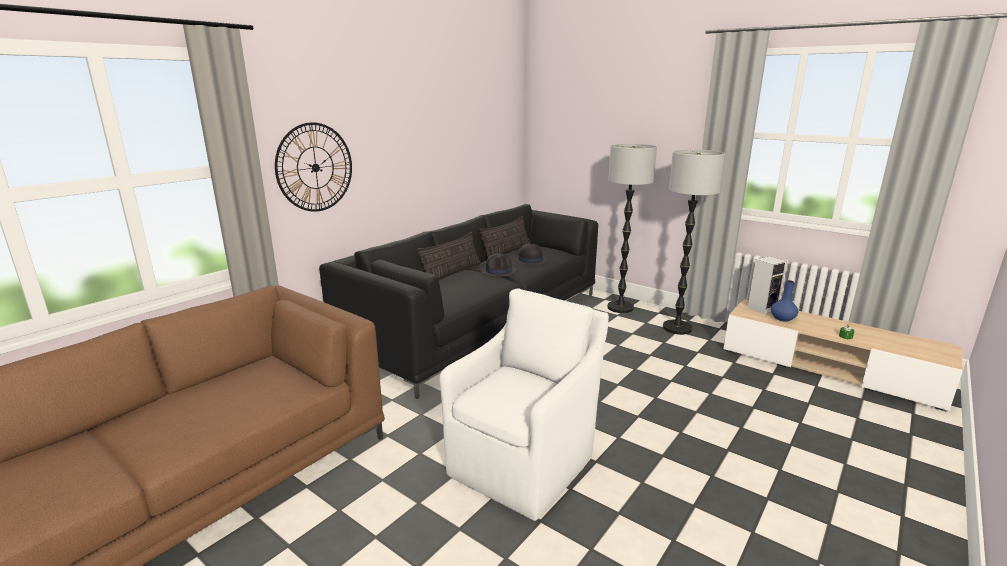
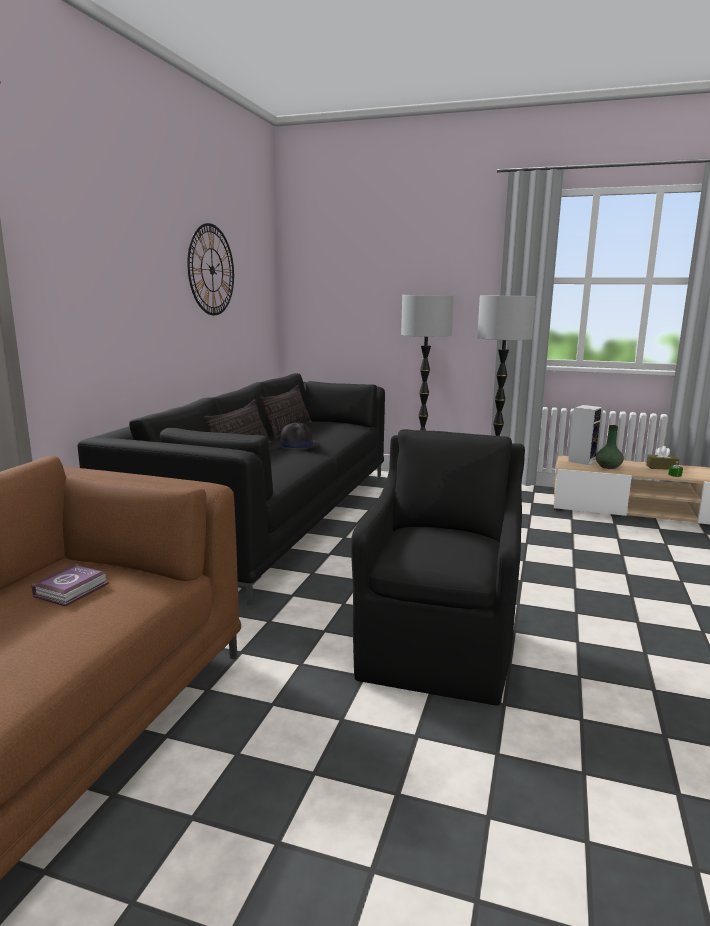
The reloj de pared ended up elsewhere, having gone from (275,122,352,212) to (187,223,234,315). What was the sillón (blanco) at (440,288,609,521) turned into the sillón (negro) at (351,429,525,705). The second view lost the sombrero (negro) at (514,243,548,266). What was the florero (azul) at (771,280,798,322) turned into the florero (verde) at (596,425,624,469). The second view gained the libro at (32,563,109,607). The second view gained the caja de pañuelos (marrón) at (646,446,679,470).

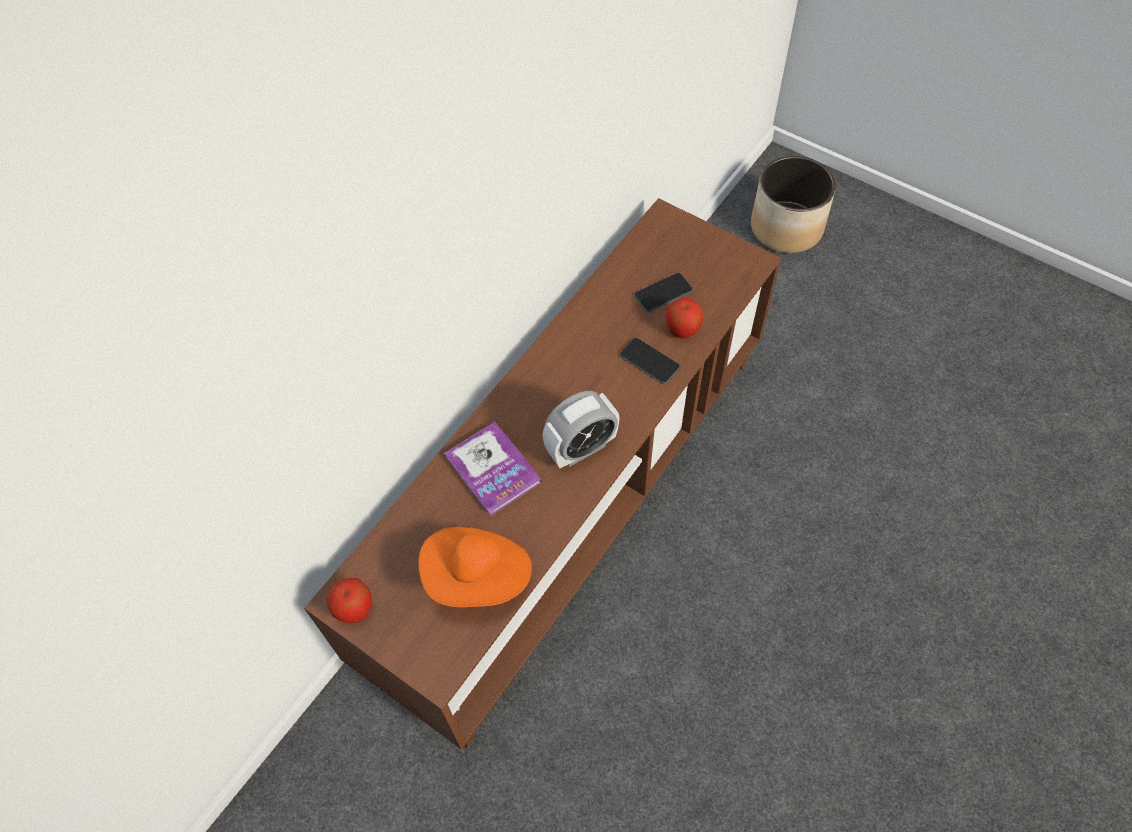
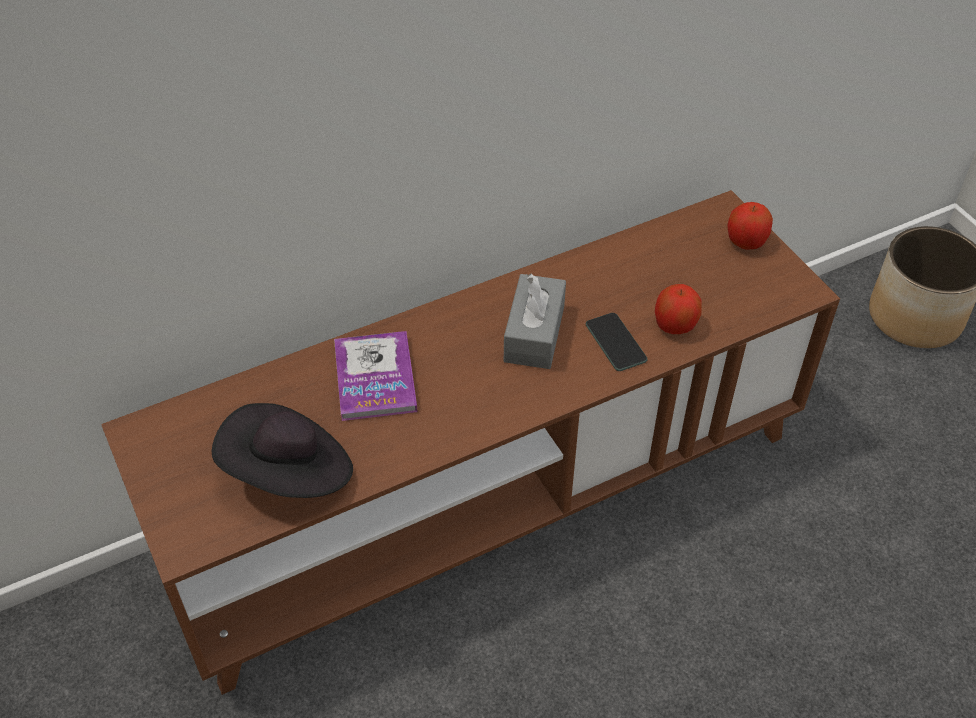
The manzana ended up elsewhere, having gone from (327,578,372,624) to (727,202,773,250). What was the sombrero (naranja) at (418,527,532,607) turned into the sombrero (negro) at (212,403,353,498). The second view lost the despertador at (543,391,620,468). The second view lost the móvil at (634,273,693,312). The second view gained the caja de pañuelos (gris) at (504,274,566,369).

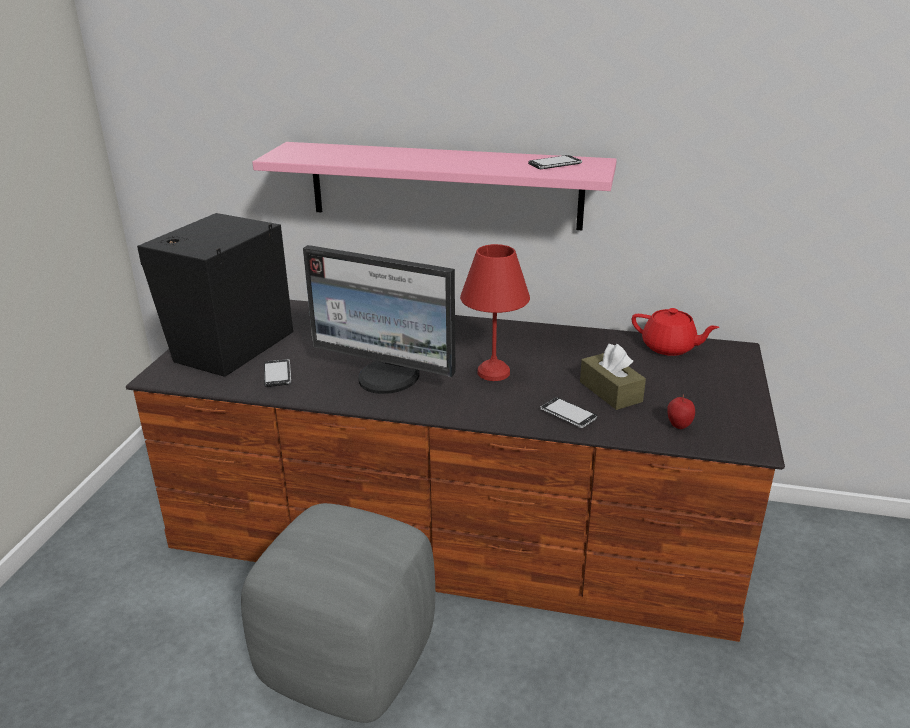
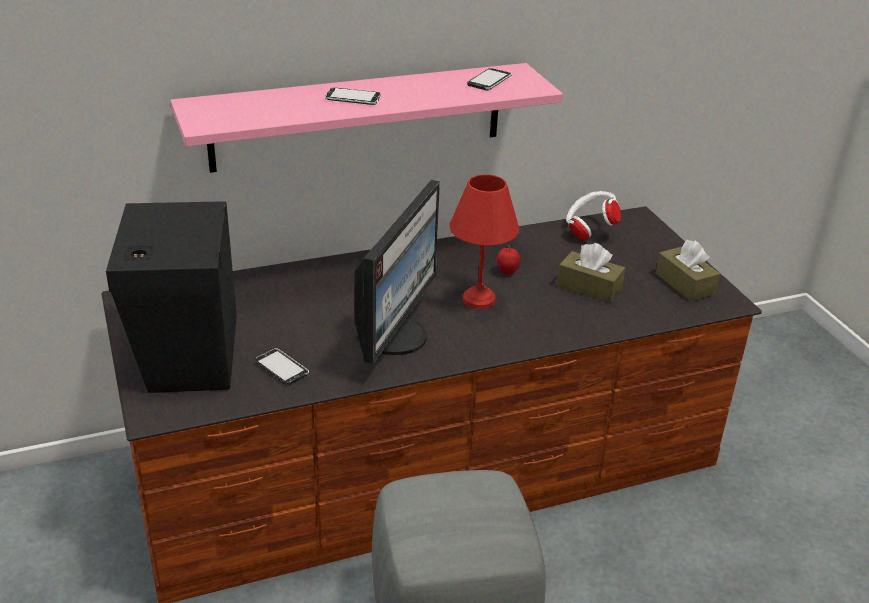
The monitor at (303,245,456,394) ended up facing another way, 60 degrees counterclockwise from before. The móvil ended up elsewhere, having gone from (540,397,597,428) to (325,88,381,105). Where the tetera (rojo) stood at (632,308,720,356), the auriculares (blanco) came to stand at (566,191,621,240). The manzana ended up elsewhere, having gone from (667,395,695,429) to (497,245,520,275). The second view gained the caja de pañuelos (marrón) at (656,240,720,302).

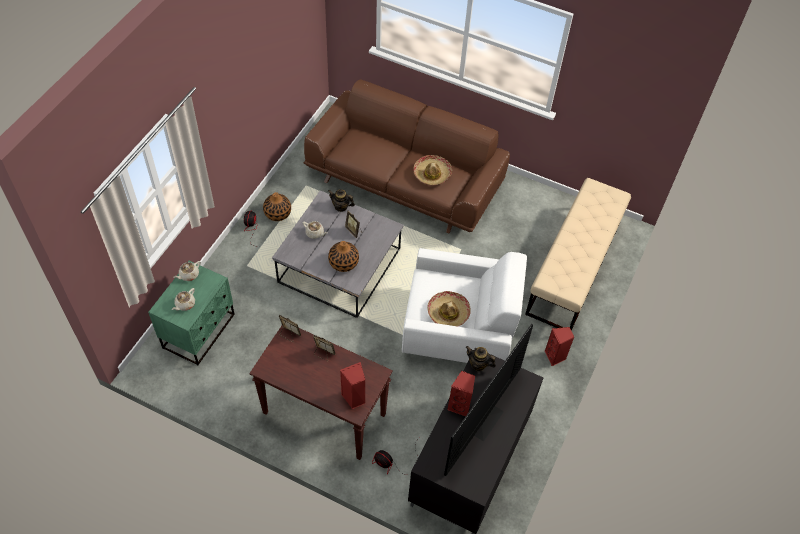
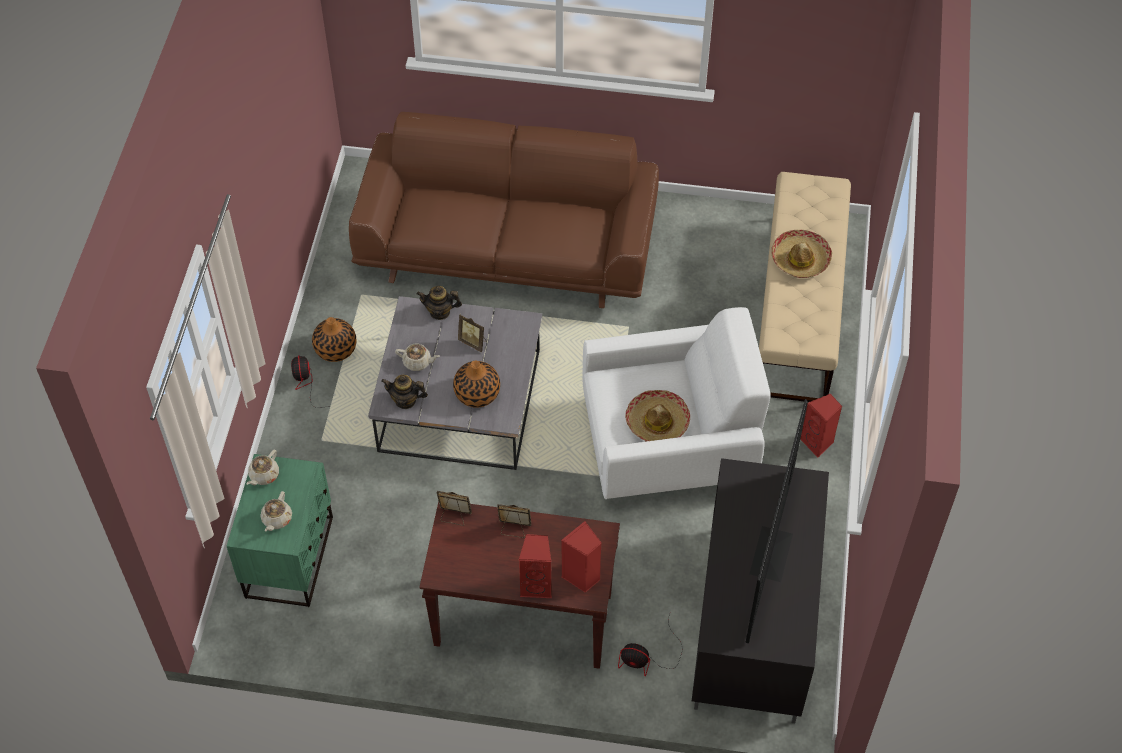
The sombrero ended up elsewhere, having gone from (413,155,452,185) to (771,230,832,278). The altavoz (rojo) ended up elsewhere, having gone from (447,371,475,417) to (518,534,552,598). The tetera ended up elsewhere, having gone from (465,346,496,371) to (381,375,428,409).

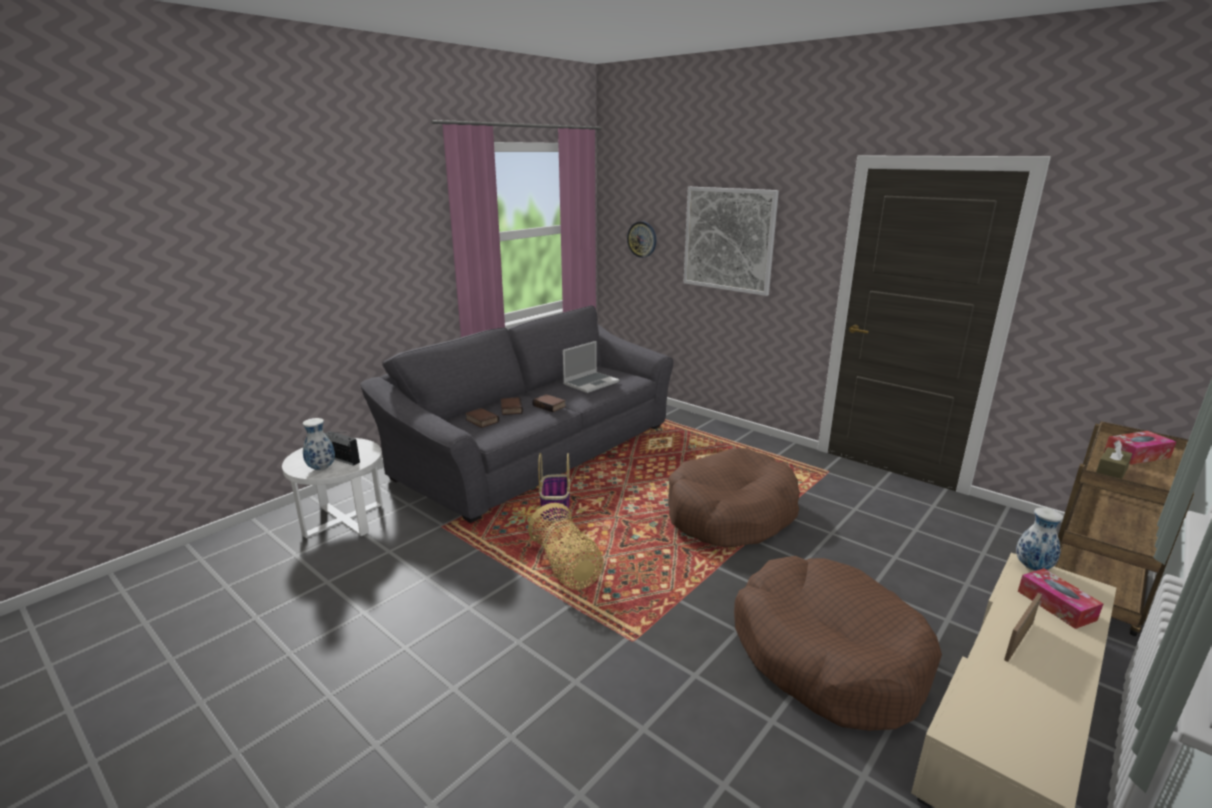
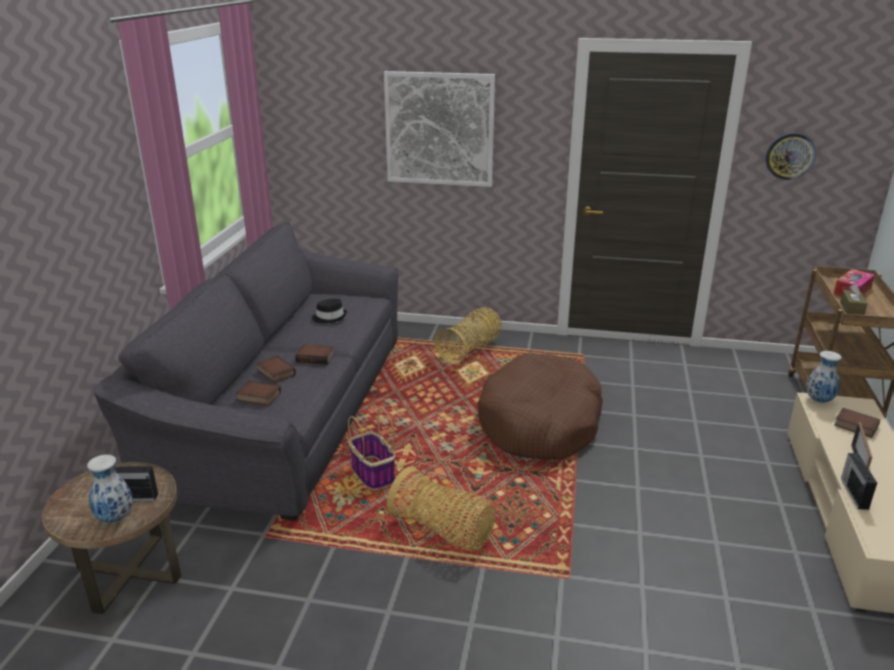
What was the mesa auxiliar (blanco) at (282,438,383,538) turned into the mesa auxiliar (marrón) at (42,462,181,614). Where the portátil stood at (563,341,619,393), the sombrero (negro) came to stand at (311,299,347,323). The reloj de pared ended up elsewhere, having gone from (627,221,656,258) to (766,133,816,180). The second view lost the cama para perro (marrón) at (734,556,942,731). Where the caja de pañuelos stood at (1018,568,1103,629), the libro came to stand at (834,408,880,438). The second view gained the cesta at (435,307,502,364). The second view gained the radio at (841,453,877,510).

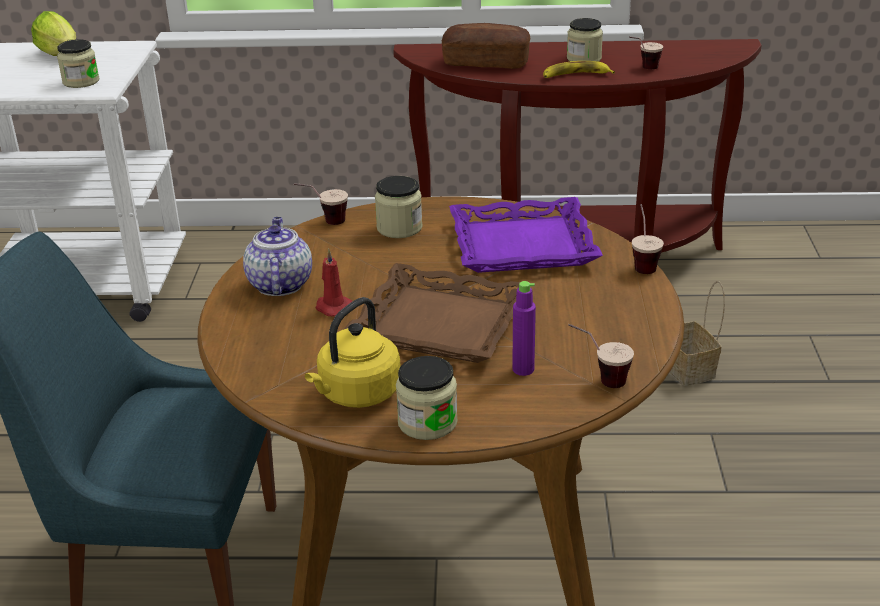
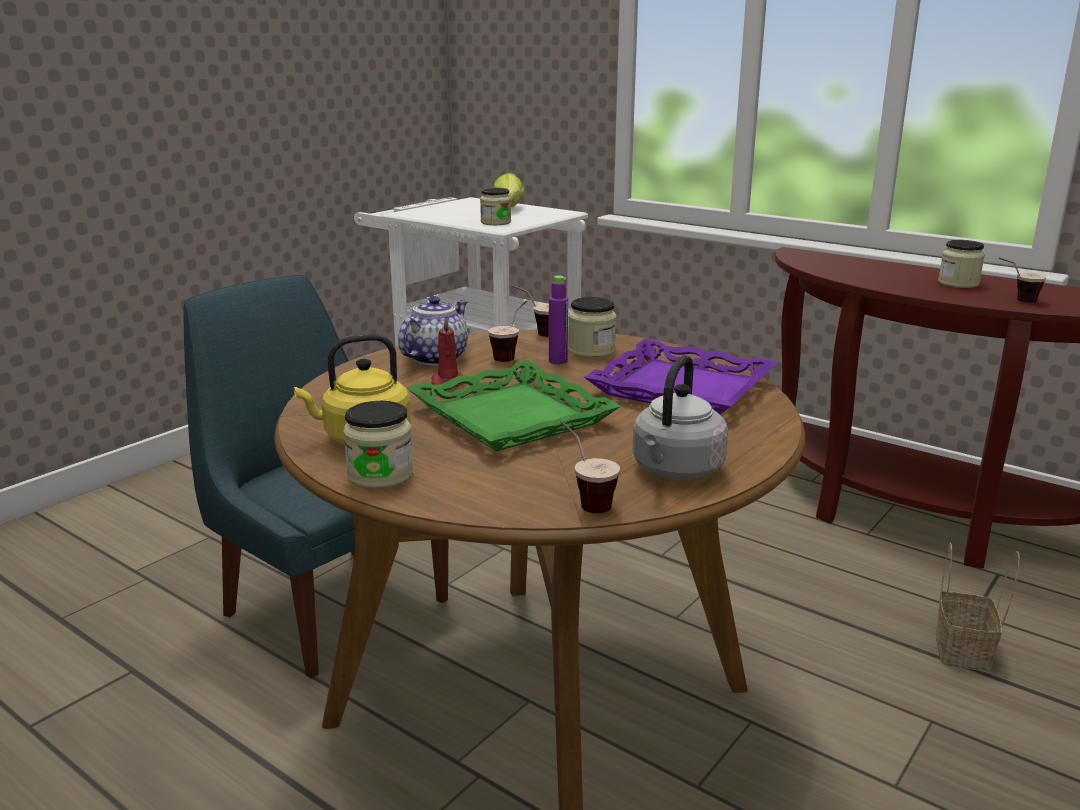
What was the bandeja (marrón) at (343,263,531,363) turned into the bandeja (verde) at (407,360,621,452). The second view lost the pan at (442,23,530,69). The botella (morado) ended up elsewhere, having gone from (512,281,536,376) to (549,275,568,364). The second view lost the plátano at (543,61,615,78). The taza ended up elsewhere, having gone from (632,204,664,274) to (488,300,527,362). The second view gained the hervidor (gris) at (633,355,728,480).

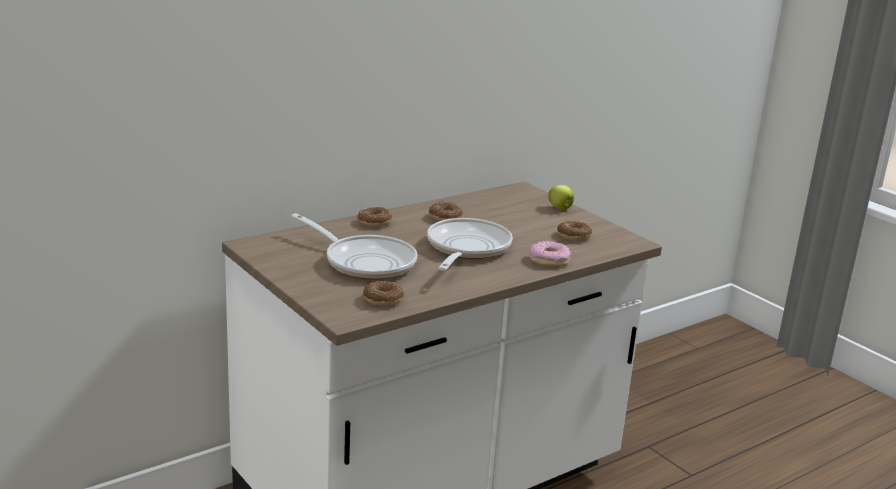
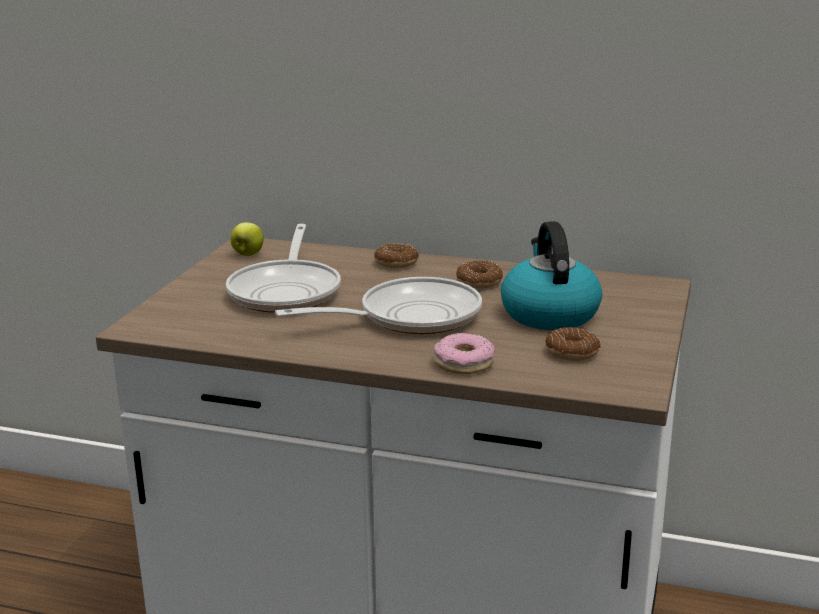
The second view lost the rosquilla at (363,281,404,306). The manzana ended up elsewhere, having gone from (548,185,574,210) to (230,222,264,256). The second view gained the hervidor at (501,221,602,330).

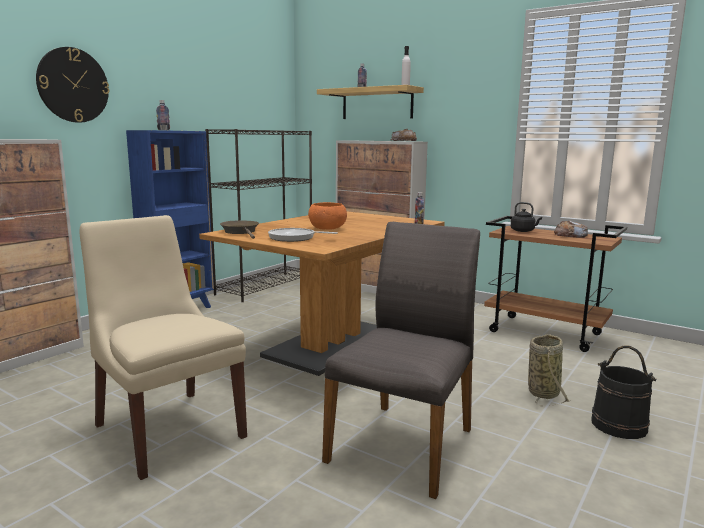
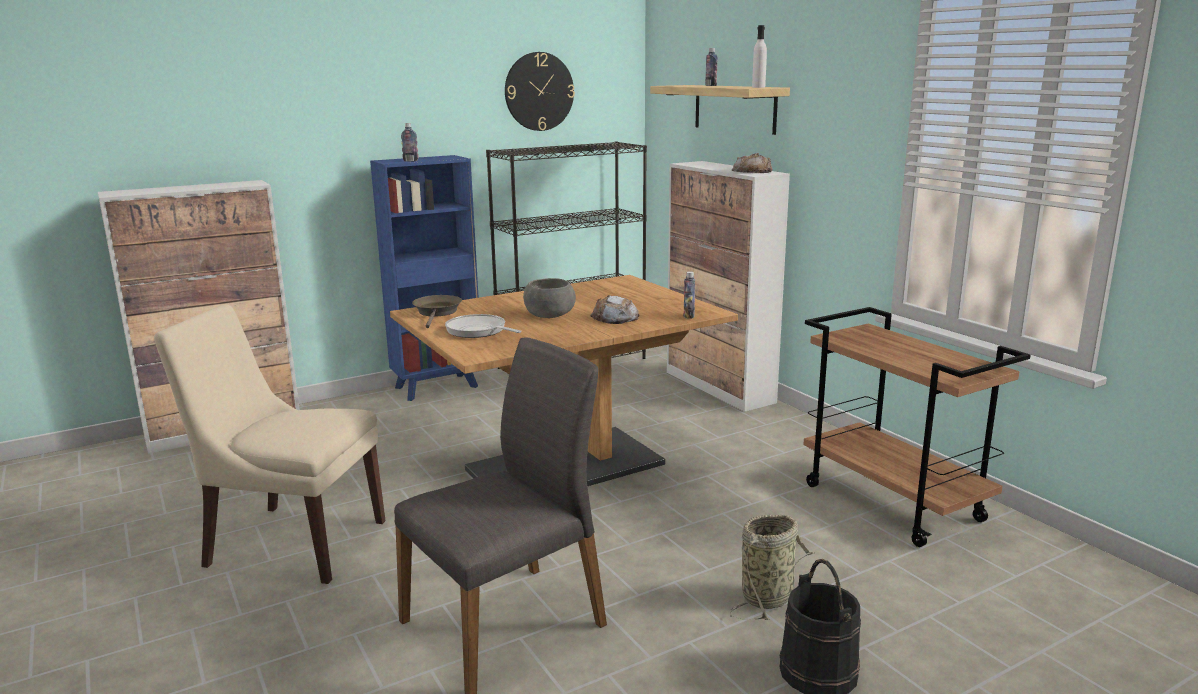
The reloj de pared ended up elsewhere, having gone from (36,47,110,123) to (505,52,575,131). The silla (beis) at (80,215,247,480) ended up facing another way, 60 degrees counterclockwise from before. What was the cuenco (naranja) at (308,202,347,230) turned into the cuenco (gris) at (523,278,576,318). The second view lost the hervidor (negro) at (511,202,542,232). The pan ended up elsewhere, having gone from (554,221,588,238) to (590,295,639,324).

